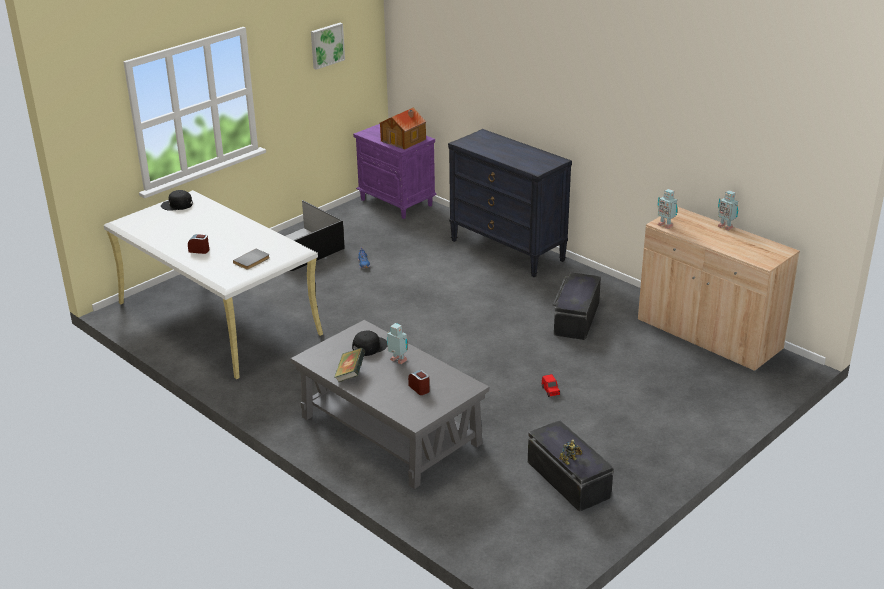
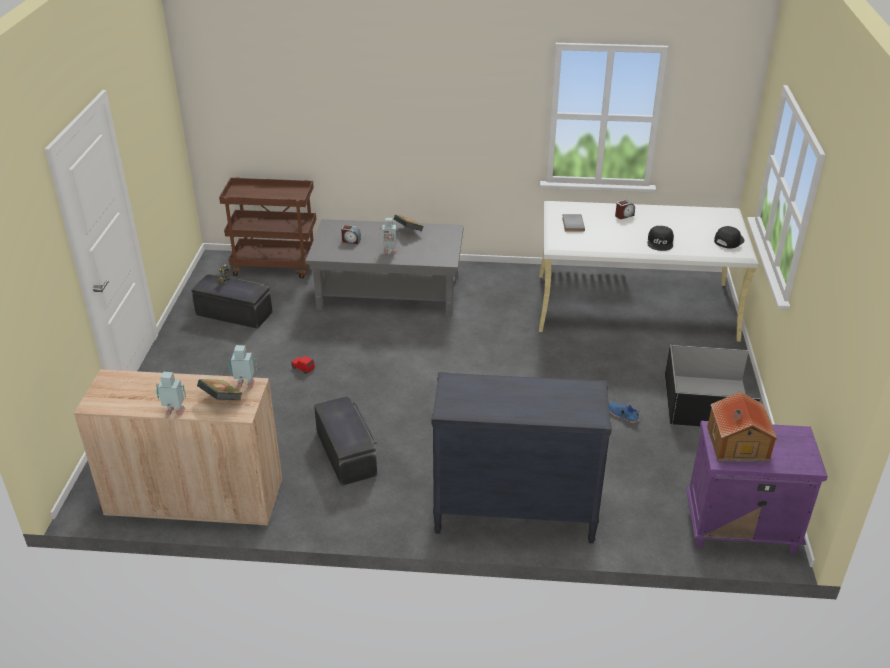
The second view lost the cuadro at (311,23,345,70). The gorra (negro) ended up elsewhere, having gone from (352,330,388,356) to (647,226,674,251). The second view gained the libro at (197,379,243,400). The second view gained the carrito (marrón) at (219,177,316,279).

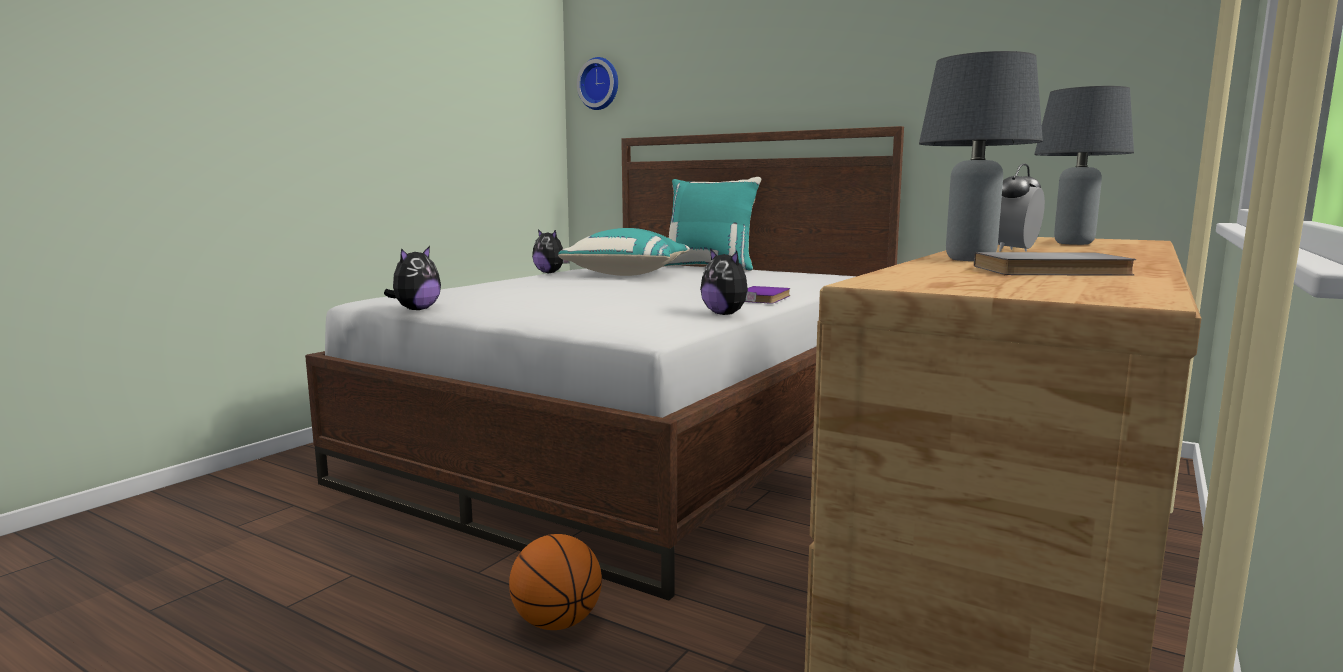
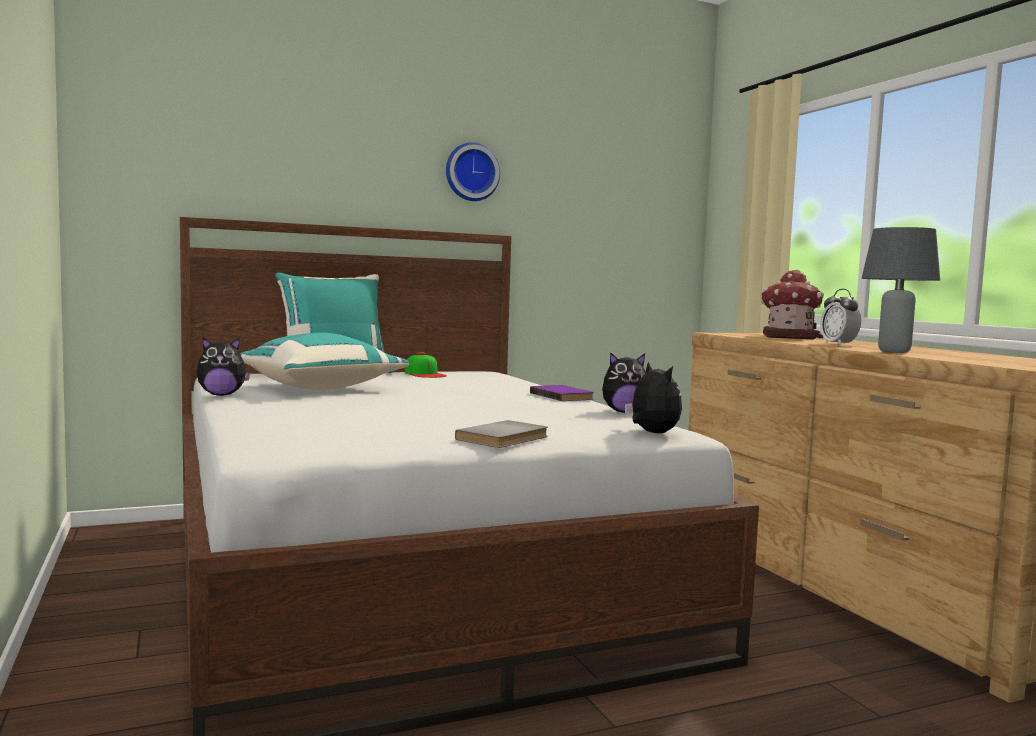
The peluche ended up elsewhere, having gone from (384,246,441,310) to (625,362,682,433). The second view lost the balón de baloncesto at (509,534,602,630). The reloj de pared ended up elsewhere, having gone from (577,57,618,110) to (446,142,500,201). The libro (gris) ended up elsewhere, having gone from (974,252,1136,276) to (455,420,548,448). Where the lámpara de mesa (gris) stood at (1034,86,1134,245), the casita came to stand at (761,269,824,339). The second view gained the gorra at (405,352,447,378).

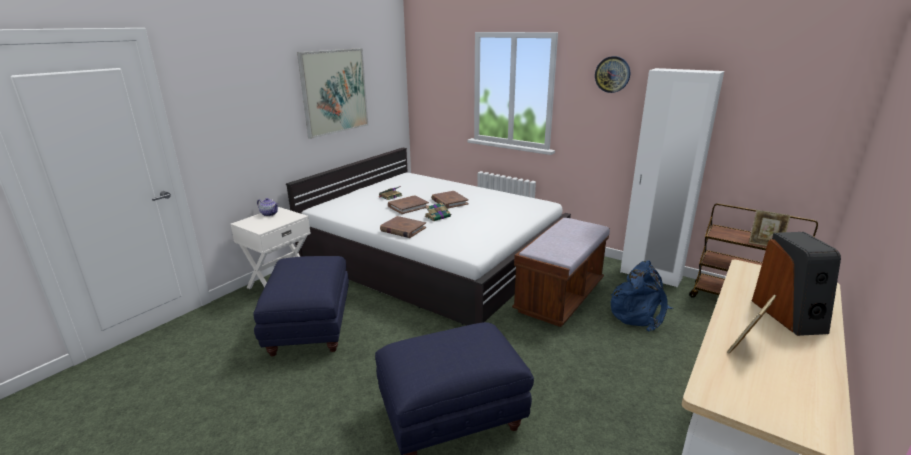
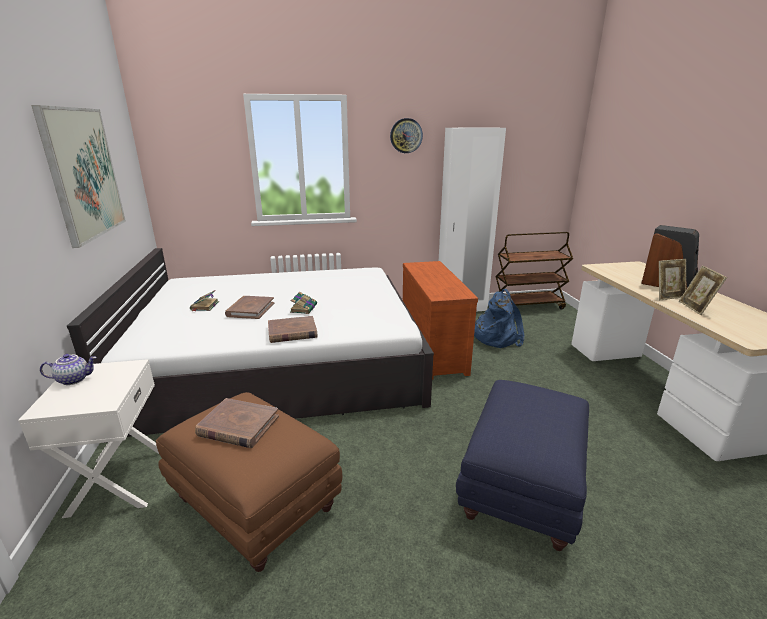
What was the puf (azul) at (254,256,349,356) turned into the puf (marrón) at (156,392,342,572). The libro (marrón) ended up elsewhere, having gone from (431,191,469,209) to (195,398,279,448). Where the banco (marrón) stood at (512,218,610,327), the cómoda (marrón) came to stand at (403,261,478,379). The portarretratos ended up elsewhere, having gone from (749,210,791,246) to (659,259,686,300).

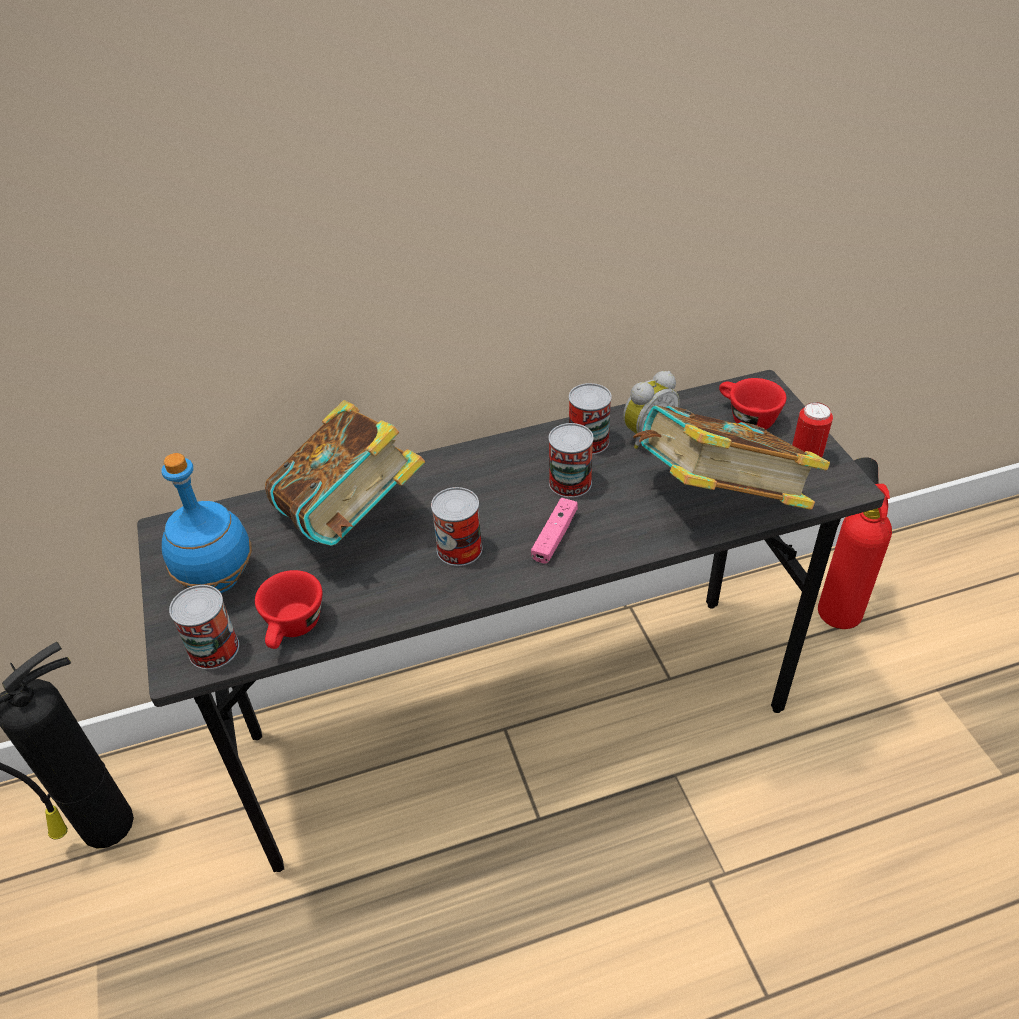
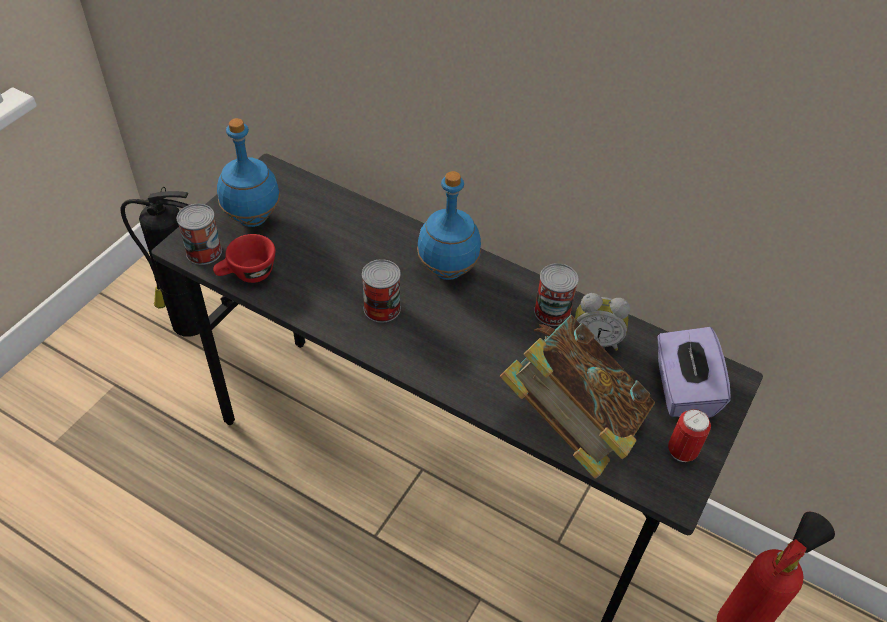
The second view lost the libro at (265,400,425,546). The second view lost the mando de consola (rosa) at (531,498,578,564). The second view lost the lata at (549,423,594,498). Where the taza (rojo) stood at (719,378,786,430), the caja de pañuelos (morado) came to stand at (657,327,731,417). The second view gained the botella (azul) at (417,171,481,280).

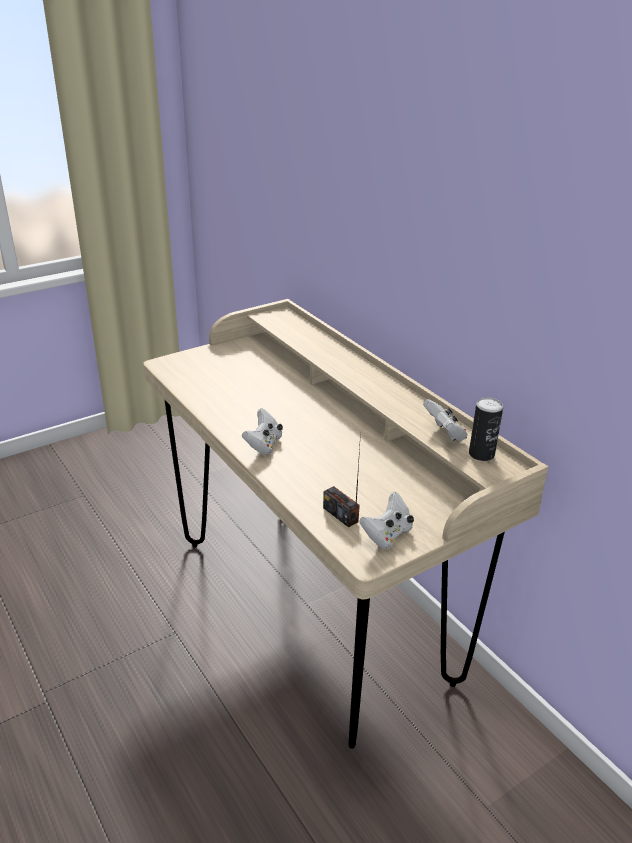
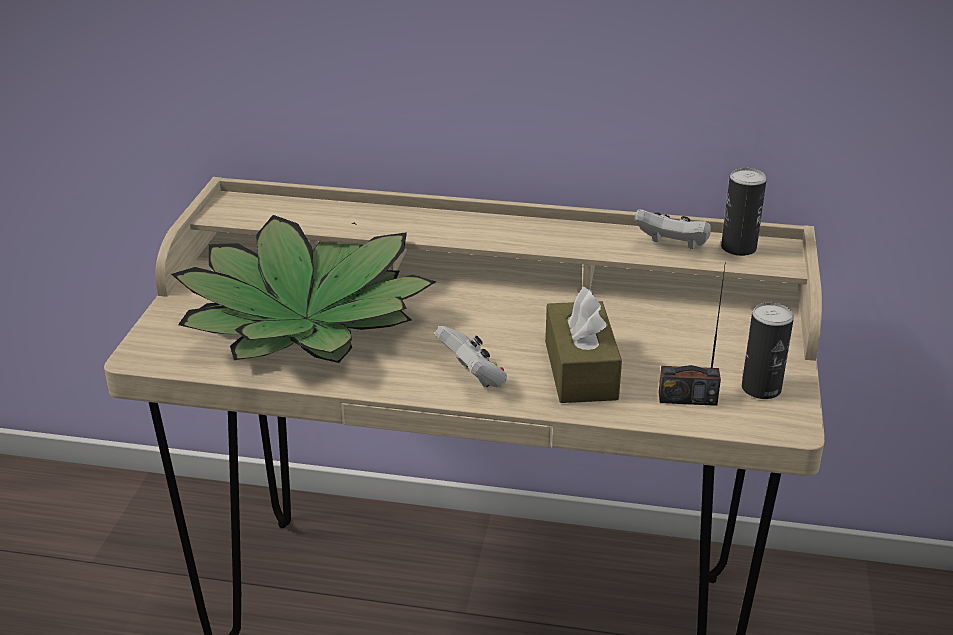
Where the mando de consola (blanco) stood at (360,492,414,549), the lata came to stand at (742,302,794,399). The second view gained the planta en maceta at (171,215,436,363). The second view gained the caja de pañuelos (marrón) at (545,287,622,403).

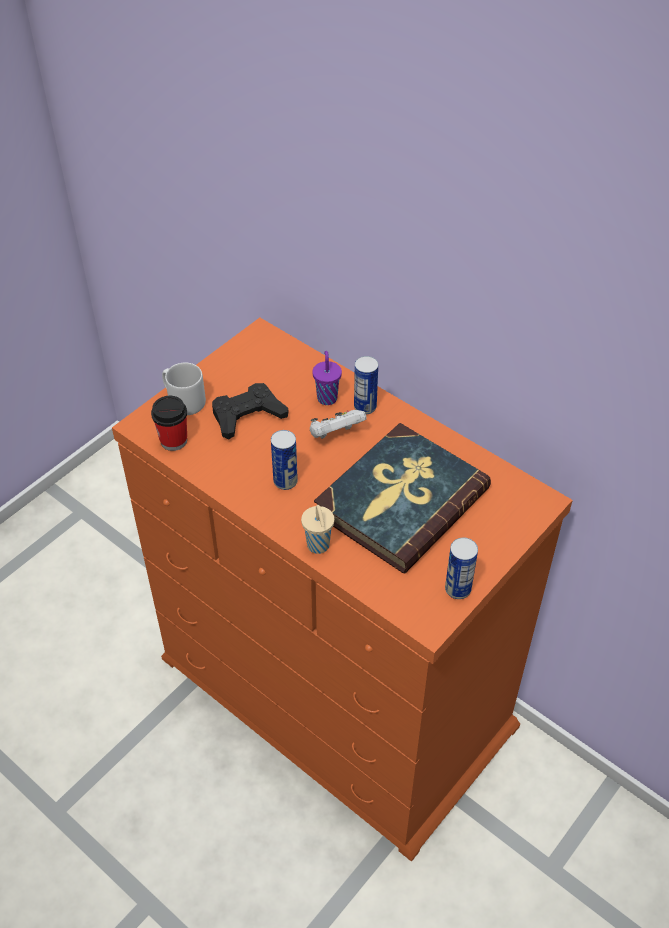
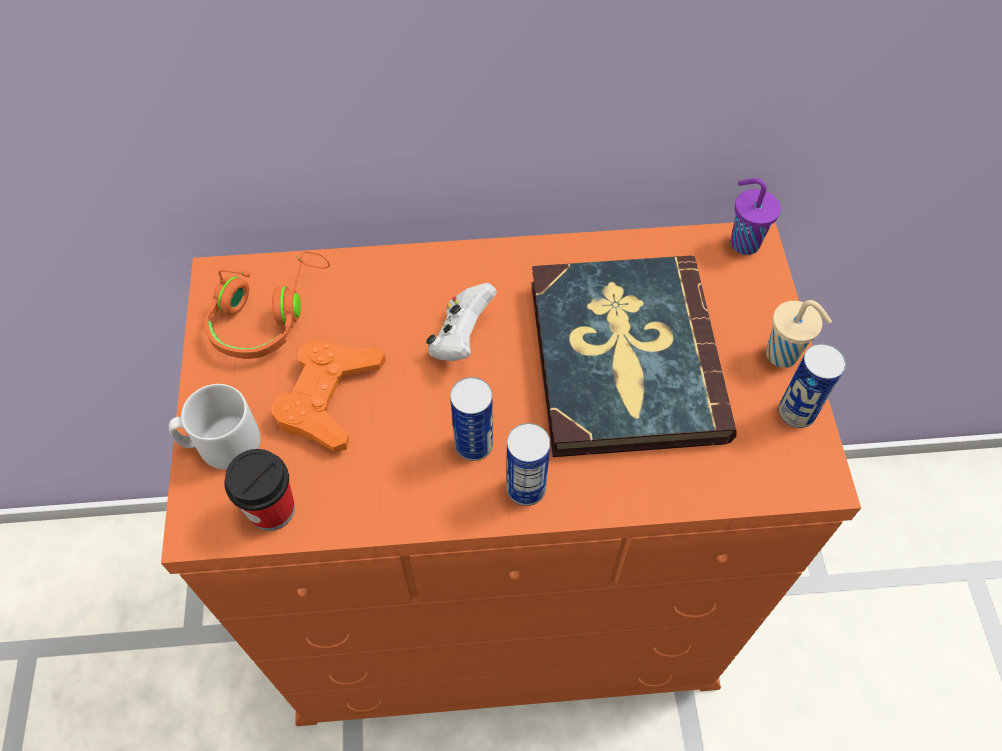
What was the mando de consola (negro) at (212,383,288,440) turned into the mando de consola (naranja) at (272,340,386,452). The taza (beis) ended up elsewhere, having gone from (301,505,334,554) to (766,300,832,368). The taza (morado) ended up elsewhere, having gone from (312,351,342,405) to (730,178,781,255). The lata ended up elsewhere, having gone from (354,356,378,415) to (506,423,550,506). The second view gained the auriculares (naranja) at (204,251,330,359).

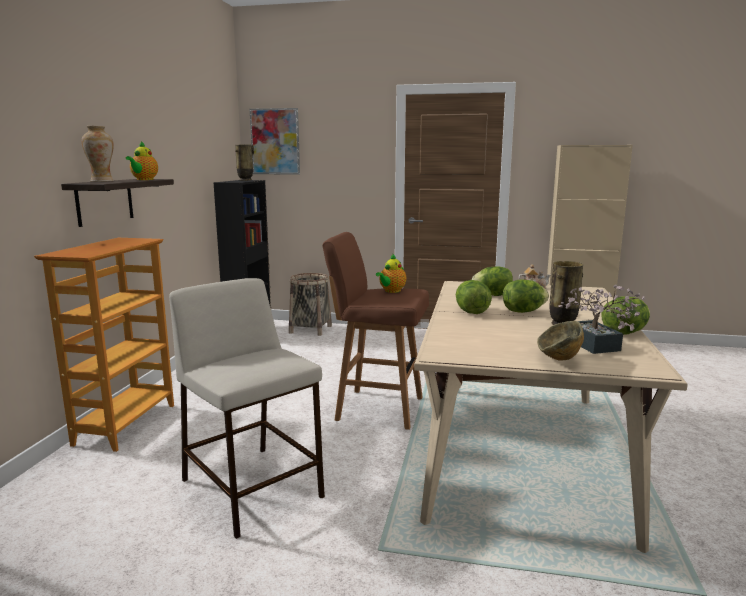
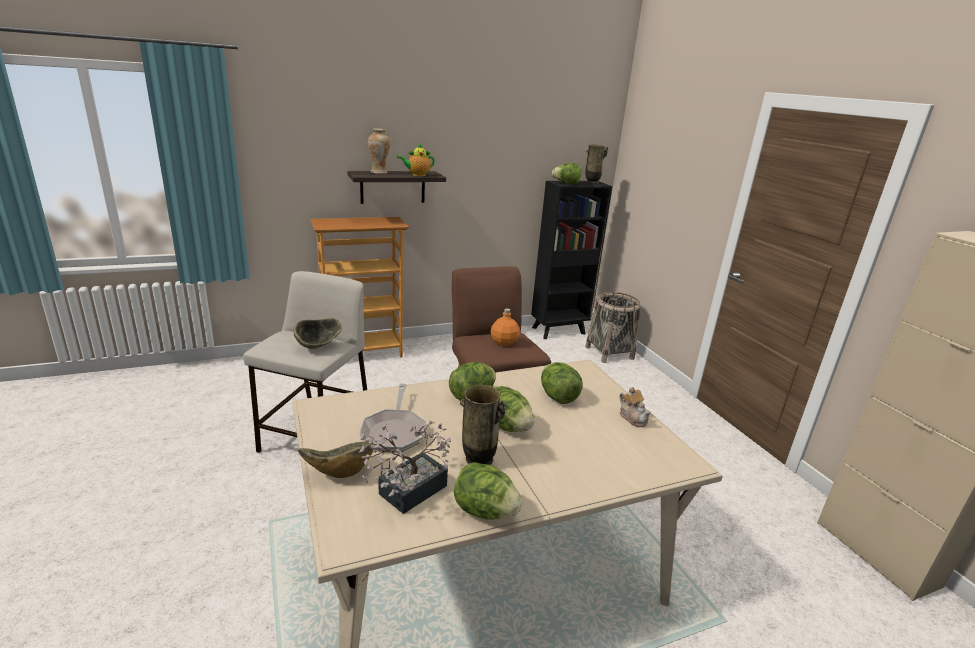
The second view lost the cuadro at (250,108,300,175). Where the tetera stood at (376,253,406,293), the botella (naranja) came to stand at (491,308,520,346). The second view gained the cuenco at (294,318,342,349). The second view gained the sartén at (359,384,426,452). The second view gained the lechuga at (552,163,581,184).

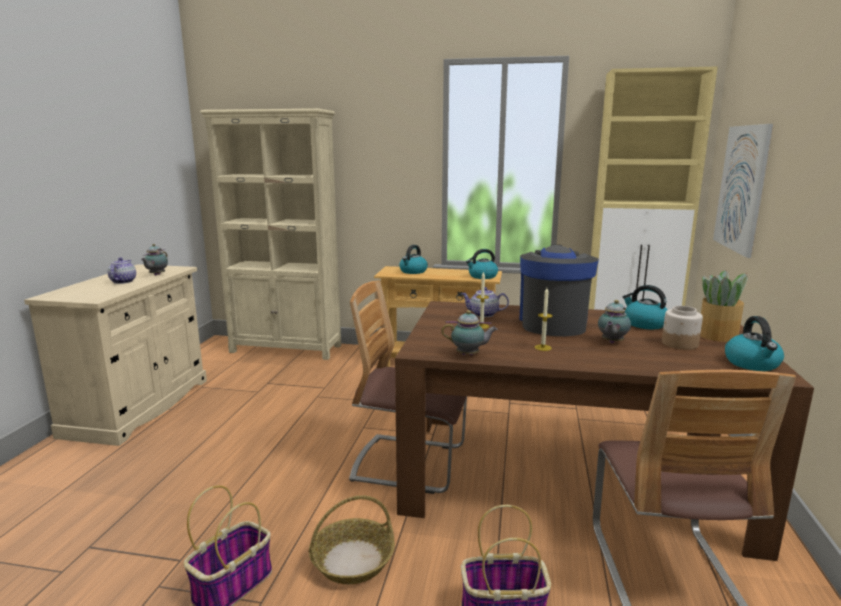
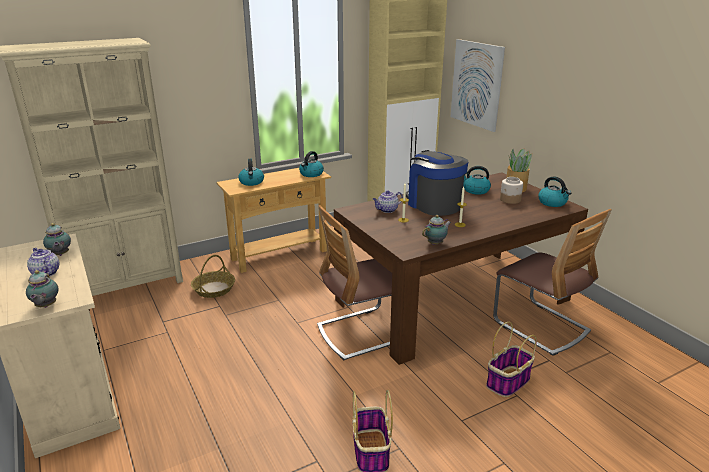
The cesta ended up elsewhere, having gone from (309,495,395,584) to (191,255,235,298). The tetera ended up elsewhere, having gone from (598,300,631,343) to (26,270,59,308).

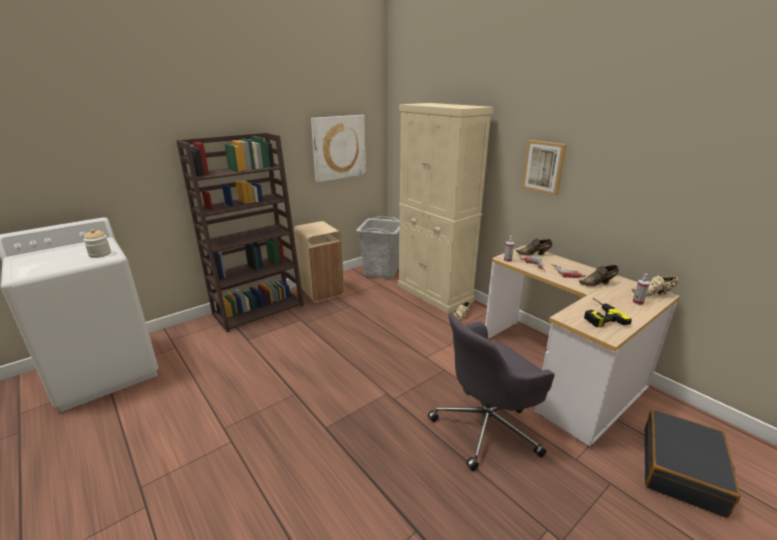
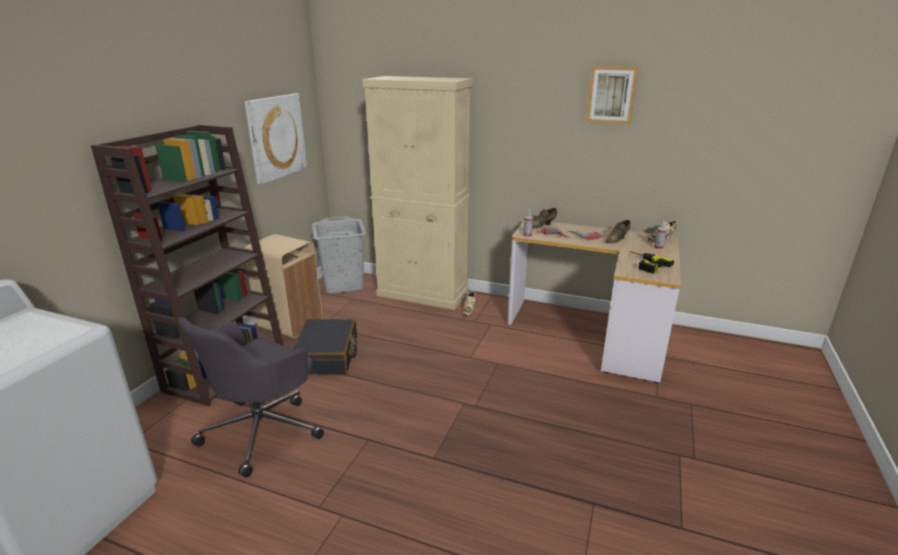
The second view lost the tarro at (83,229,111,258). The silla de oficina (gris) ended up elsewhere, having gone from (428,314,555,471) to (178,317,324,478). The cuadro ended up elsewhere, having gone from (521,140,567,196) to (586,66,638,124). The maleta (negro) ended up elsewhere, having gone from (644,409,740,518) to (293,319,357,374).

